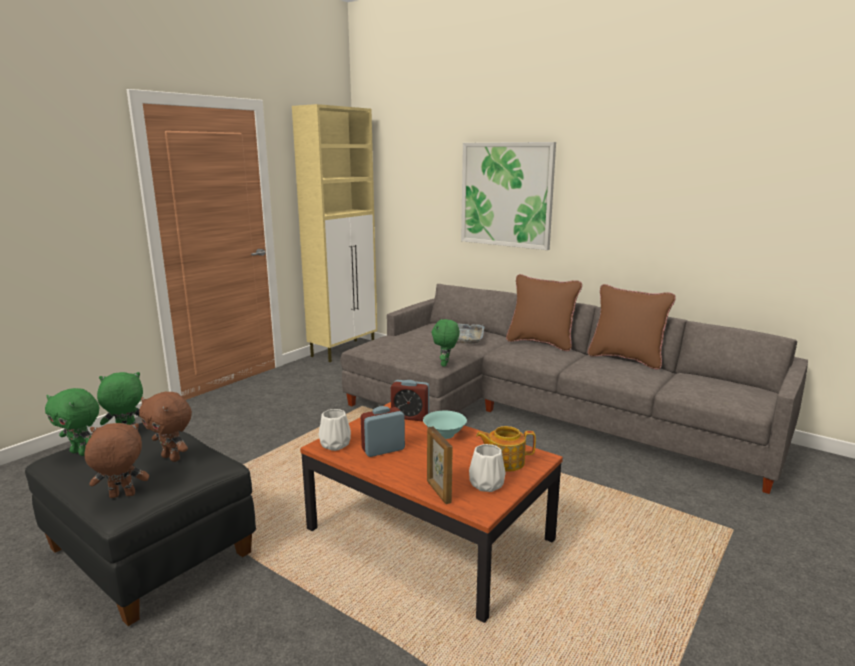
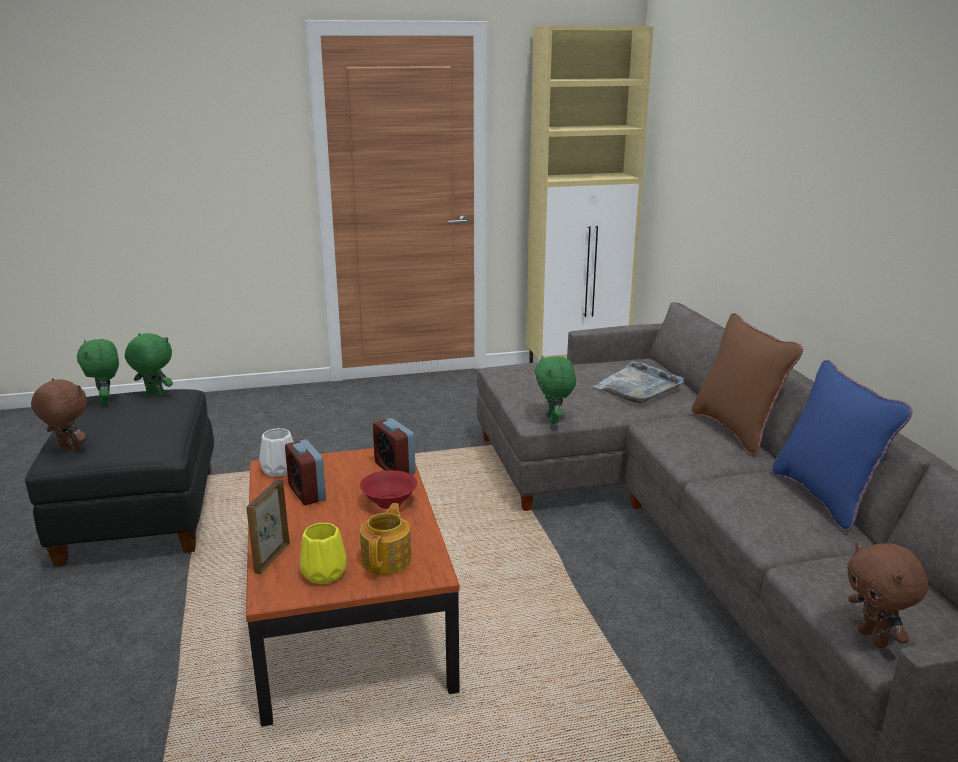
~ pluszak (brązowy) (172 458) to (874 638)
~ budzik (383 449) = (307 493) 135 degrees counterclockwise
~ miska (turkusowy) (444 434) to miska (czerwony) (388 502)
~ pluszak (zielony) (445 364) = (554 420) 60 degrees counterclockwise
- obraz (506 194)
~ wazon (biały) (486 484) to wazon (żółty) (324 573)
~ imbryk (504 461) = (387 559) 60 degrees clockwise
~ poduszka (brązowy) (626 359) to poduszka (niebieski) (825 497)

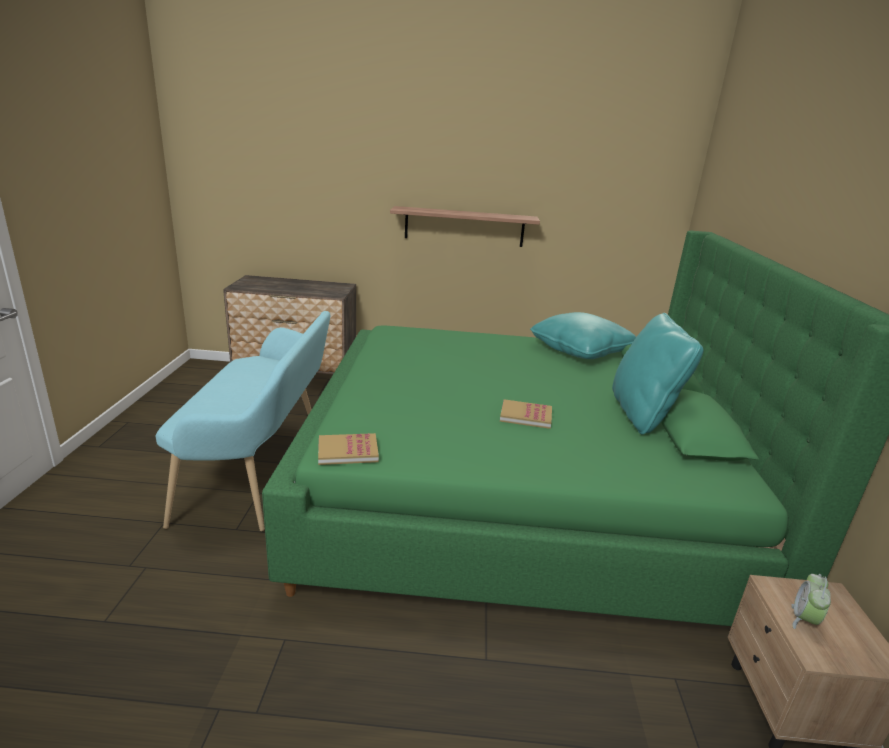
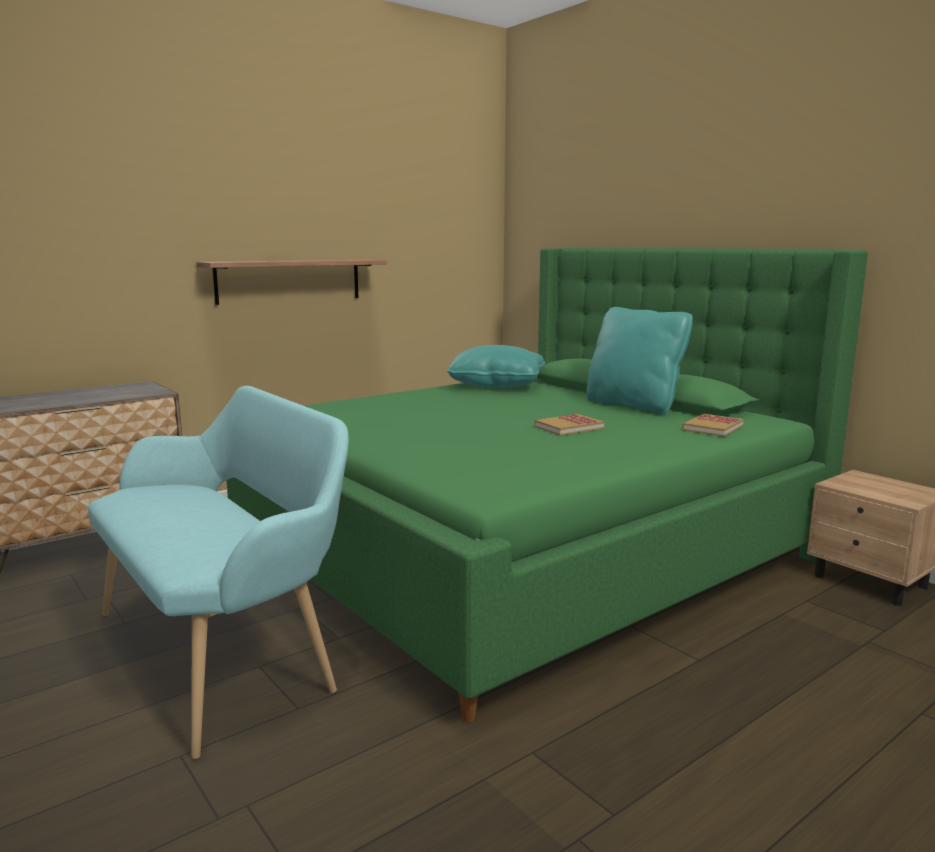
~ książka (348 451) to (712 428)
- budzik (804 619)

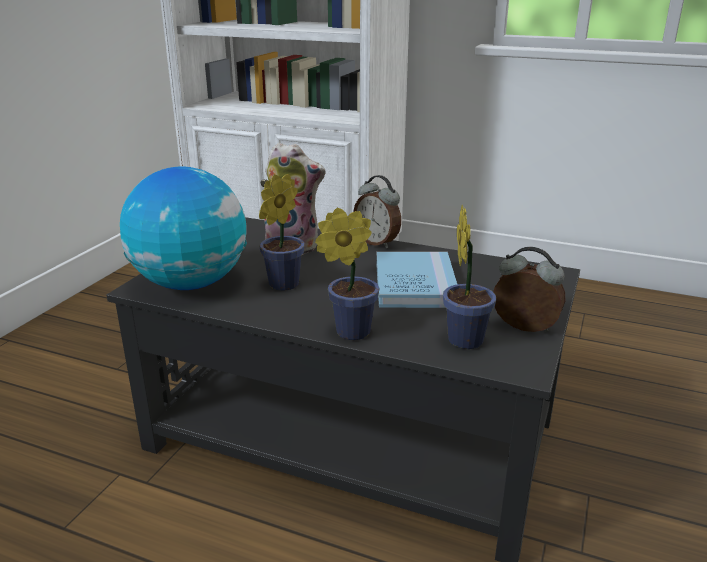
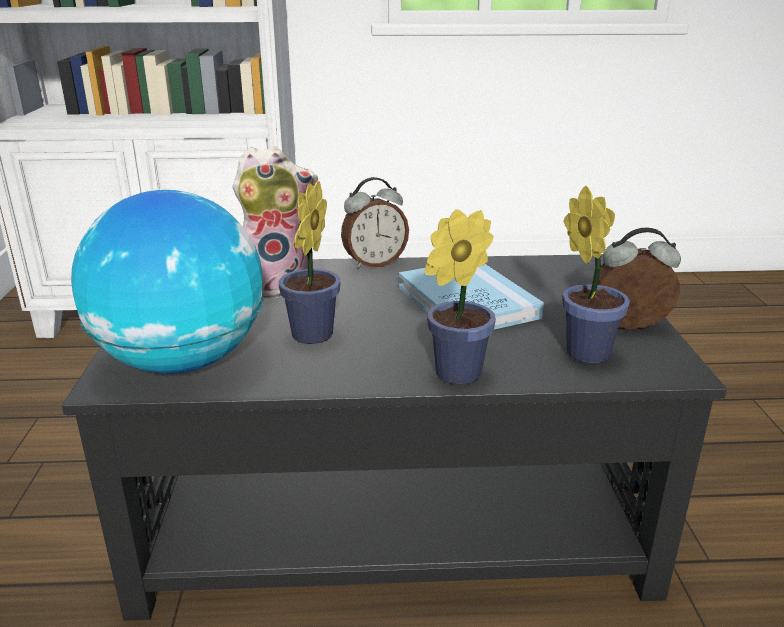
~ budzik (377 242) = (374 263) 45 degrees counterclockwise

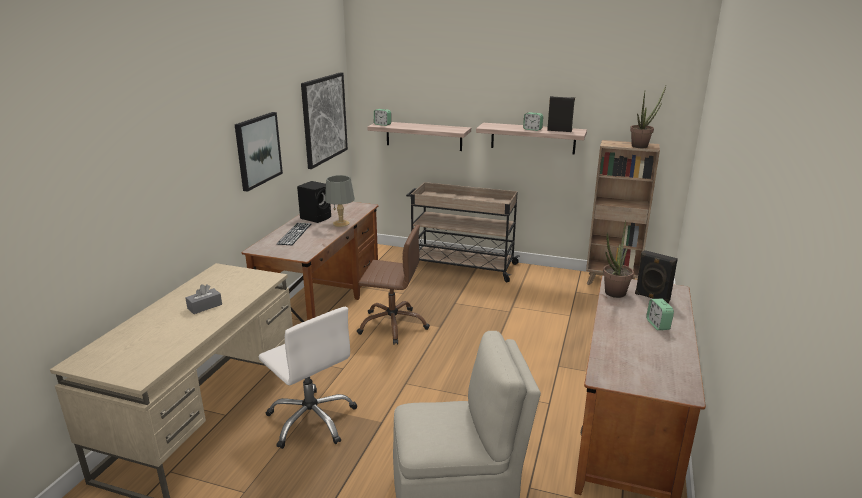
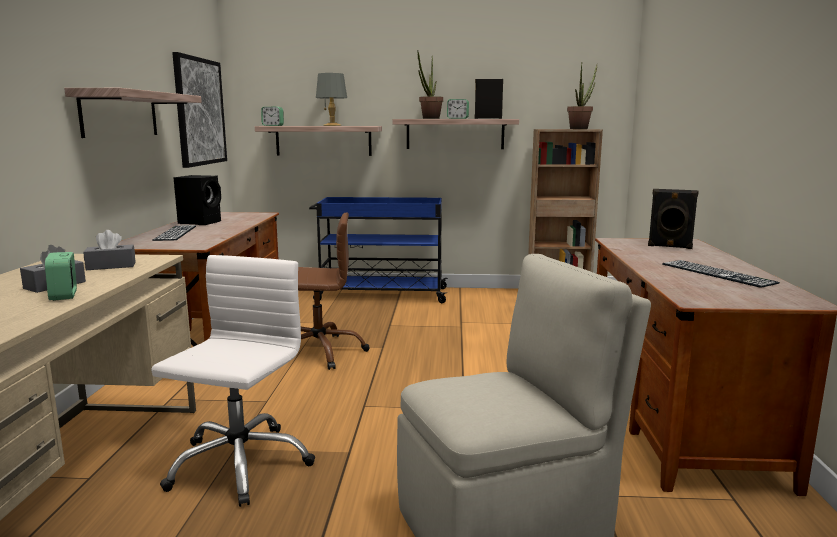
~ obraz (258 150) to półka (120 114)
~ krzesło biurowe (biały) (312 419) = (239 464) 105 degrees counterclockwise
~ lampa stołowa (szary) (341 223) to (332 125)
~ wózek (beżowy) (461 266) to wózek (niebieski) (380 294)
~ roślina doniczkowa (613 294) to (429 118)
~ budzik (658 325) to (64 295)
+ pudełko chusteczek (szary) (111 266)
+ klawiatura (717 273)

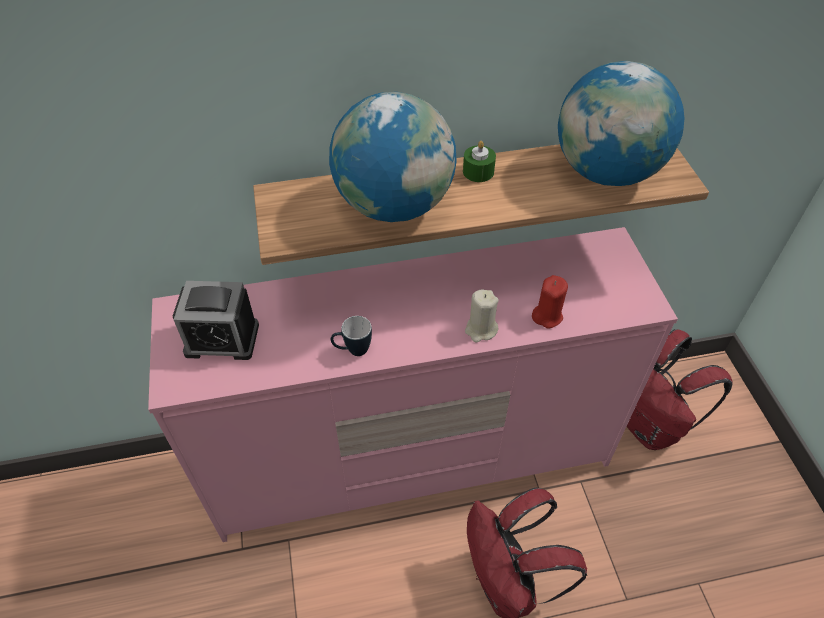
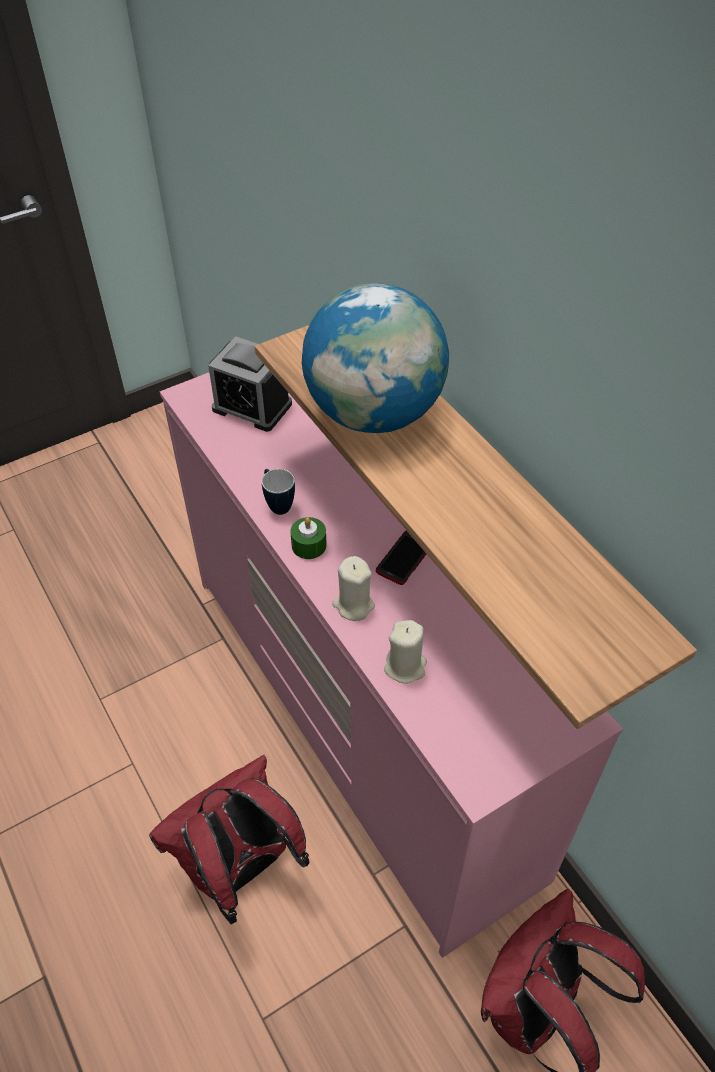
~ budzik (222 339) = (252 406) 45 degrees counterclockwise
~ świeca (zielony) (478 172) to (309 545)
~ świeca (czerwony) (547 316) to świeca (beżowy) (405 666)
- globus (606 172)
+ telefon (404 558)

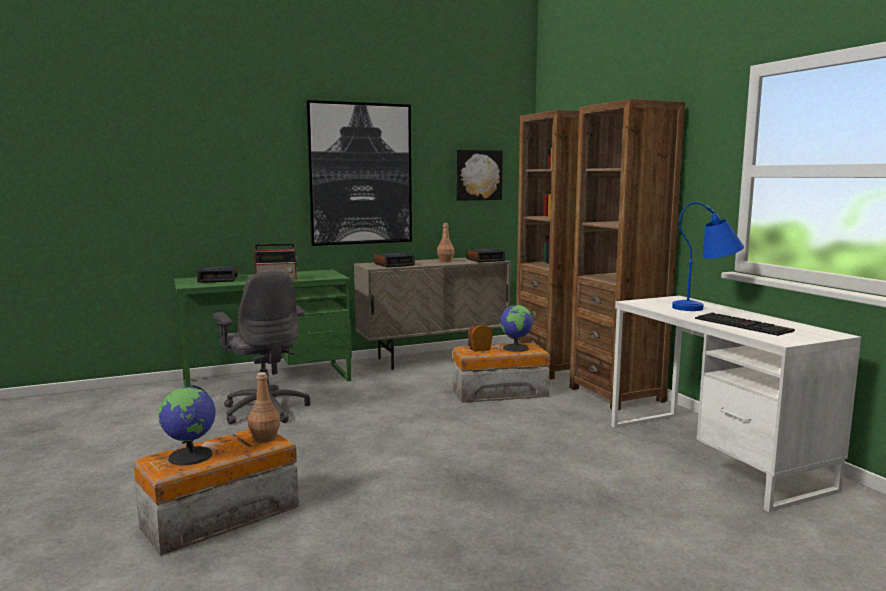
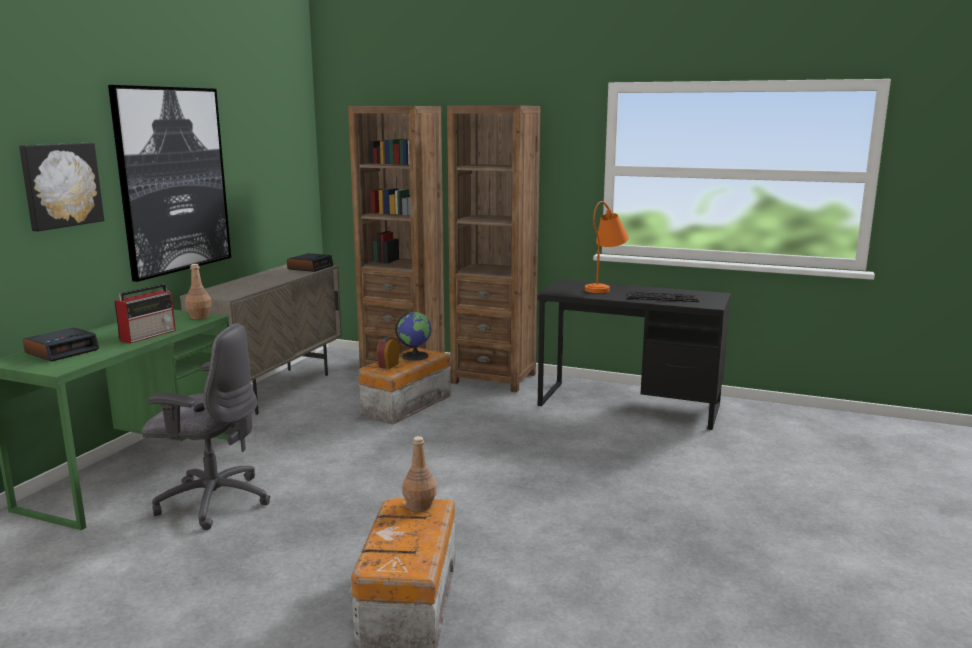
- globus (191 456)
- budzik (394 264)
~ butelka (brązowy) (445 261) to (199 317)
~ obraz (478 175) to (60 185)
~ biurko (biały) (712 455) to biurko (czarny) (629 405)
~ lampa stołowa (niebieski) (706 307) to lampa stołowa (pomarańczowy) (605 287)

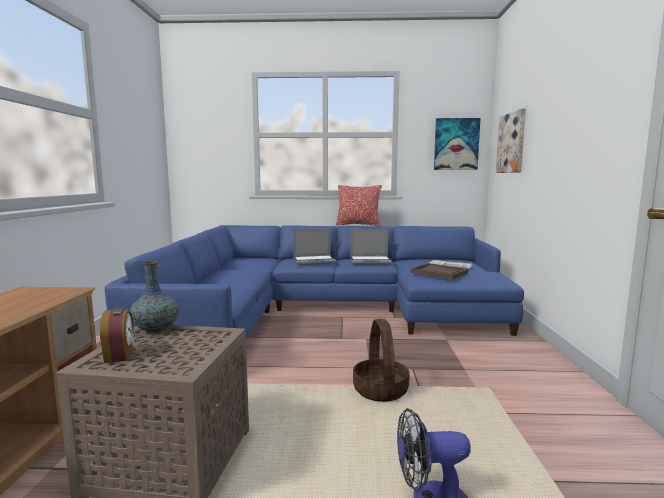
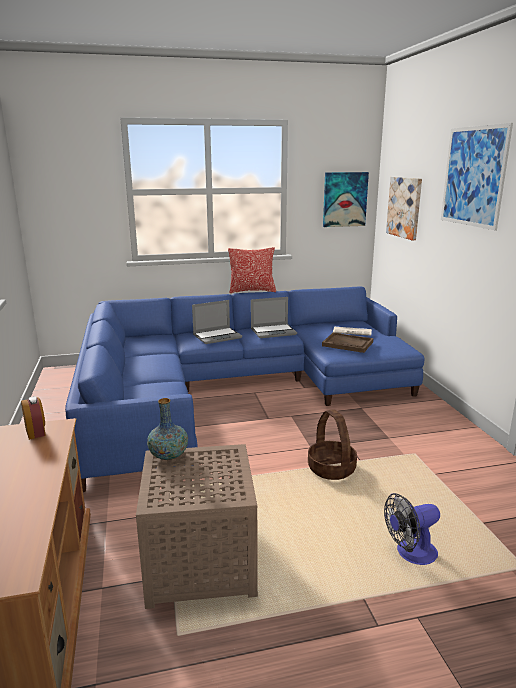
~ budzik (120 355) to (36 432)
+ obraz (473 176)

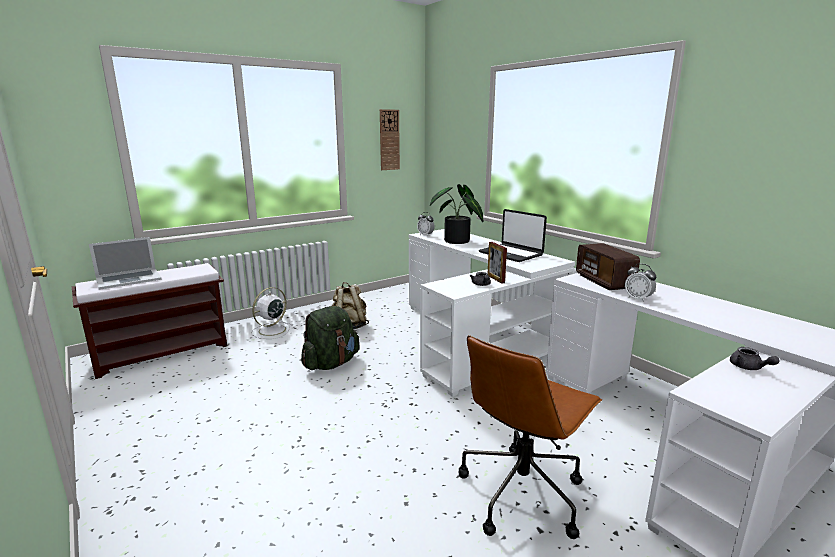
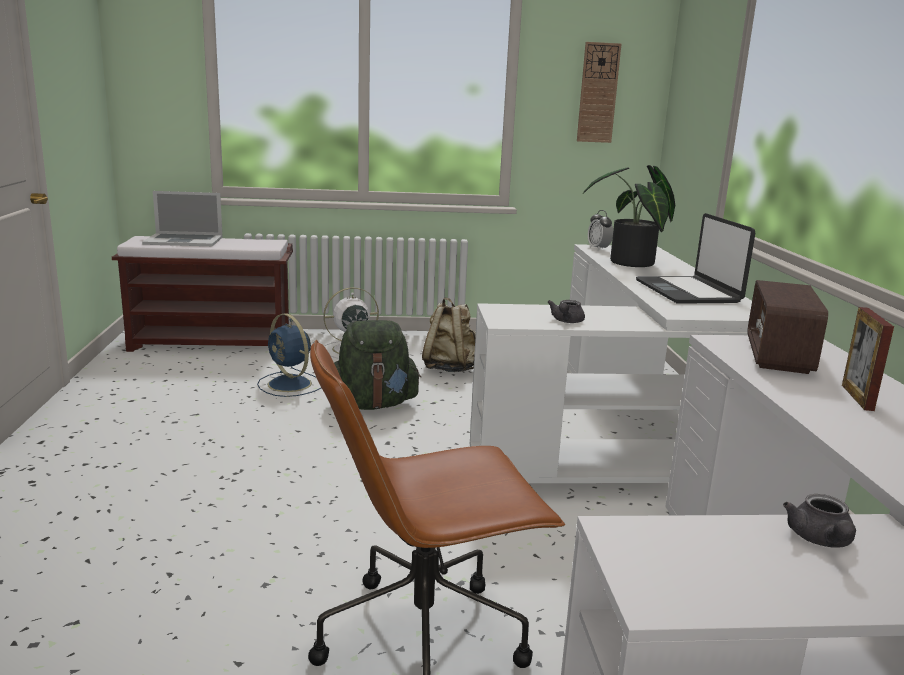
~ ramka na zdjęcie (495 279) to (857 397)
- budzik (638 299)
+ wentylator (niebieski) (291 385)

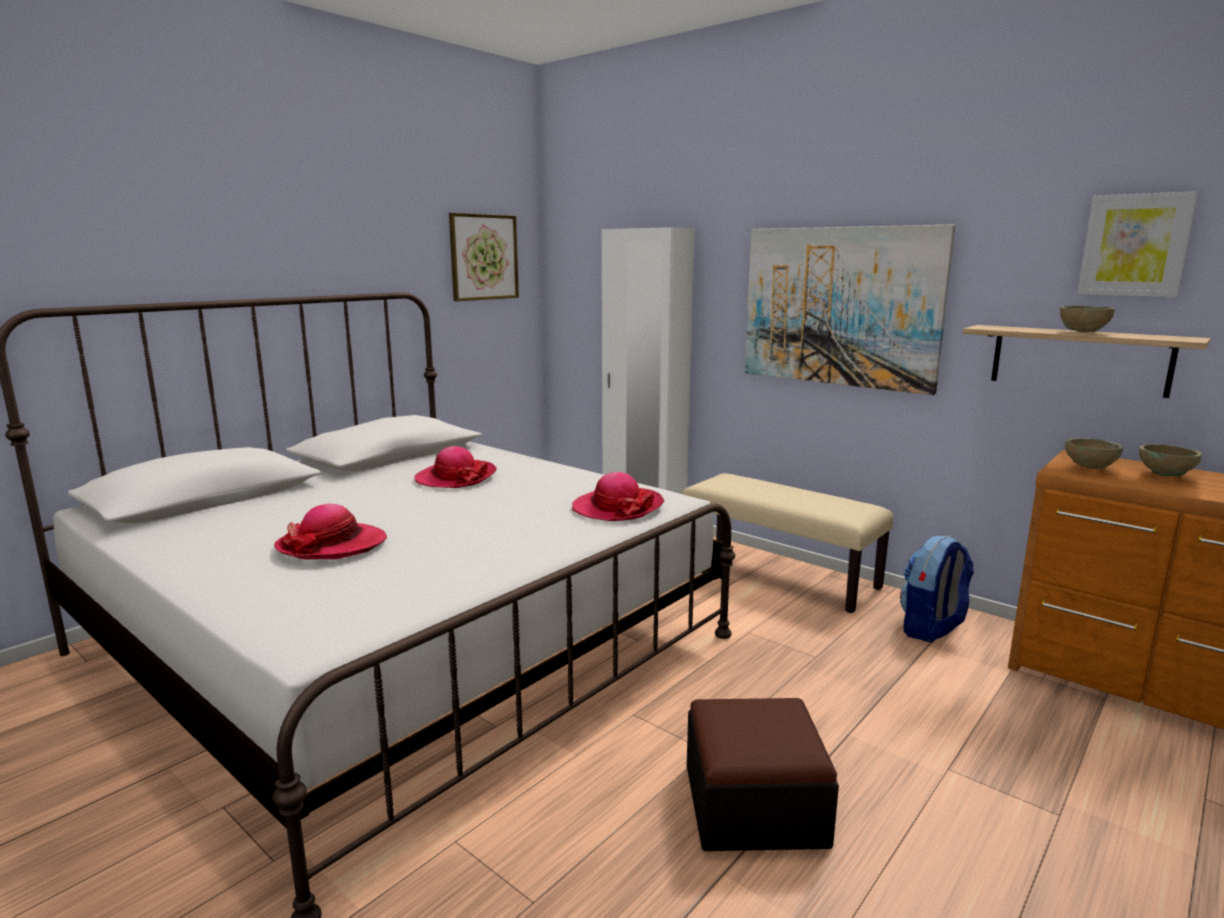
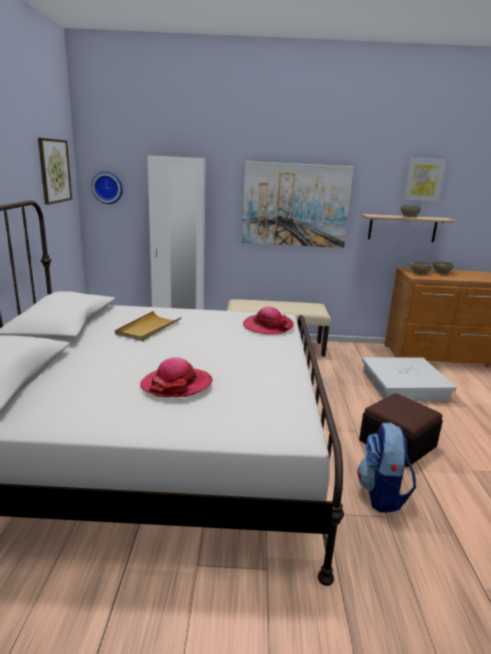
~ kapelusz (455 478) to taca (beżowy) (148 328)
~ plecak (931 629) to (382 495)
+ zegar ścienny (108 187)
+ pojemnik do przechowywania (biały) (404 385)

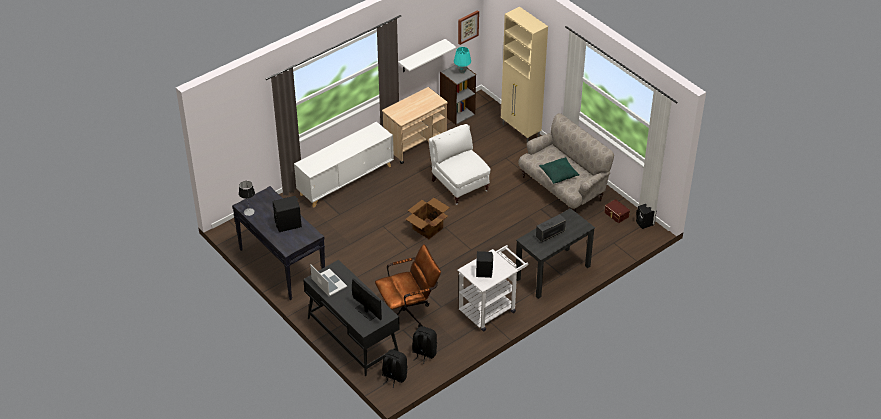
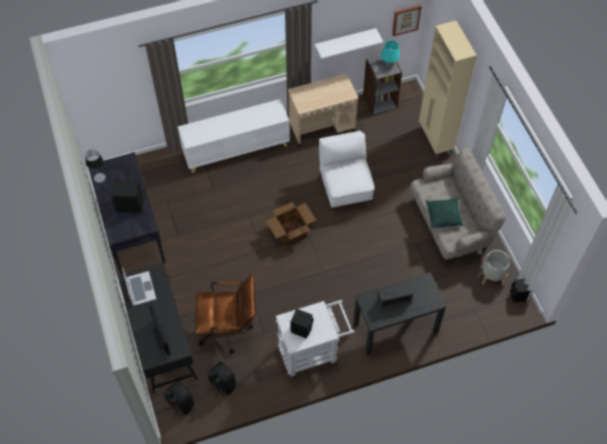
~ pojemnik do przechowywania (brązowy) (616 215) to donica (szary) (492 275)

